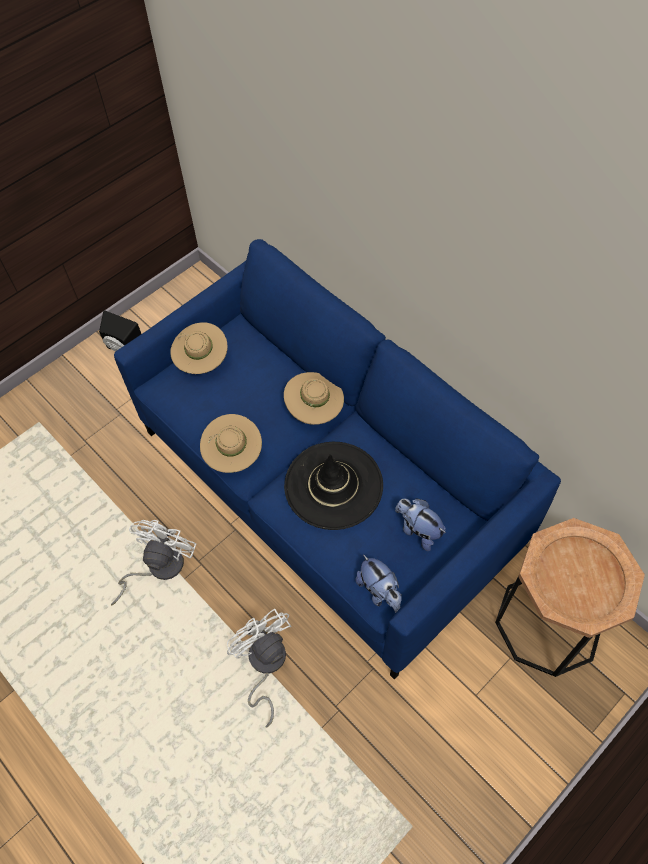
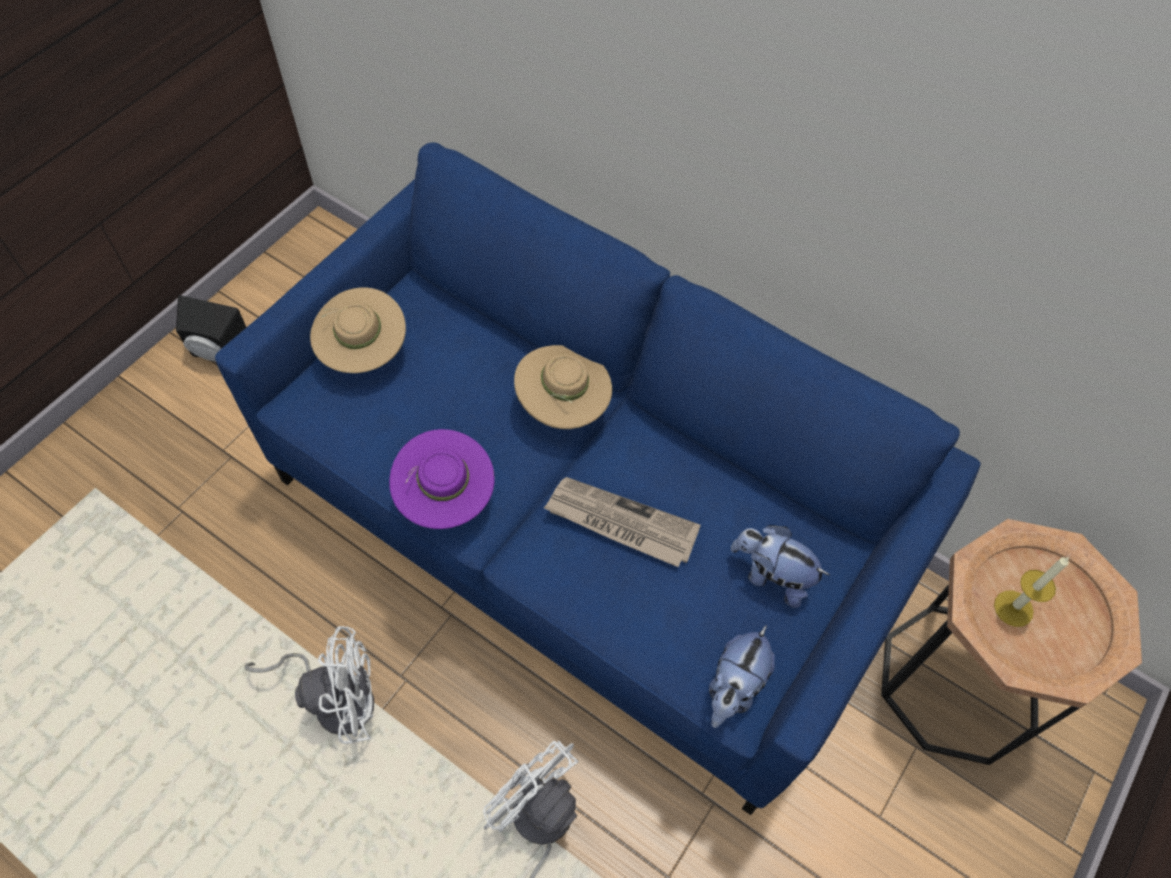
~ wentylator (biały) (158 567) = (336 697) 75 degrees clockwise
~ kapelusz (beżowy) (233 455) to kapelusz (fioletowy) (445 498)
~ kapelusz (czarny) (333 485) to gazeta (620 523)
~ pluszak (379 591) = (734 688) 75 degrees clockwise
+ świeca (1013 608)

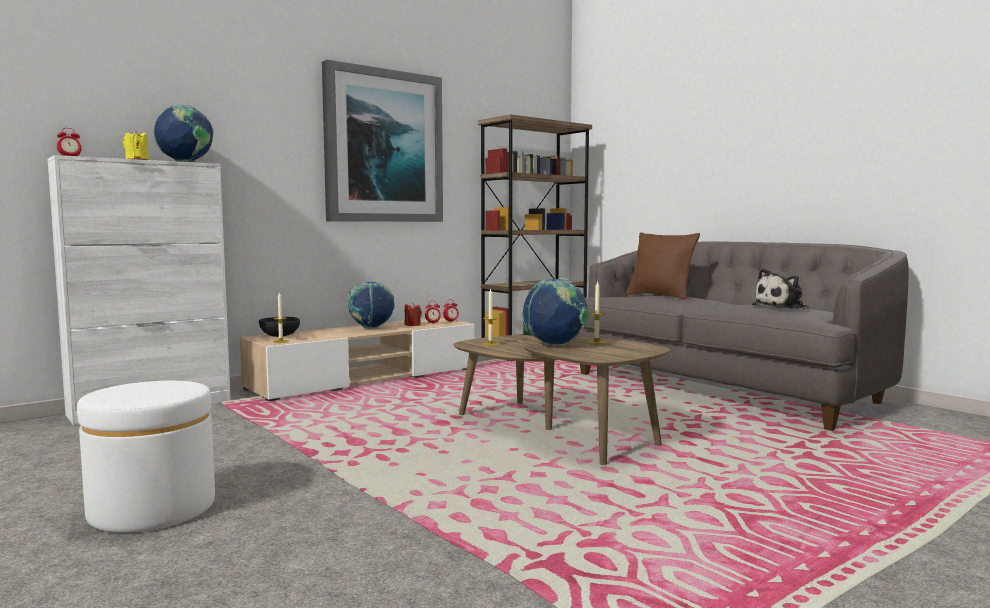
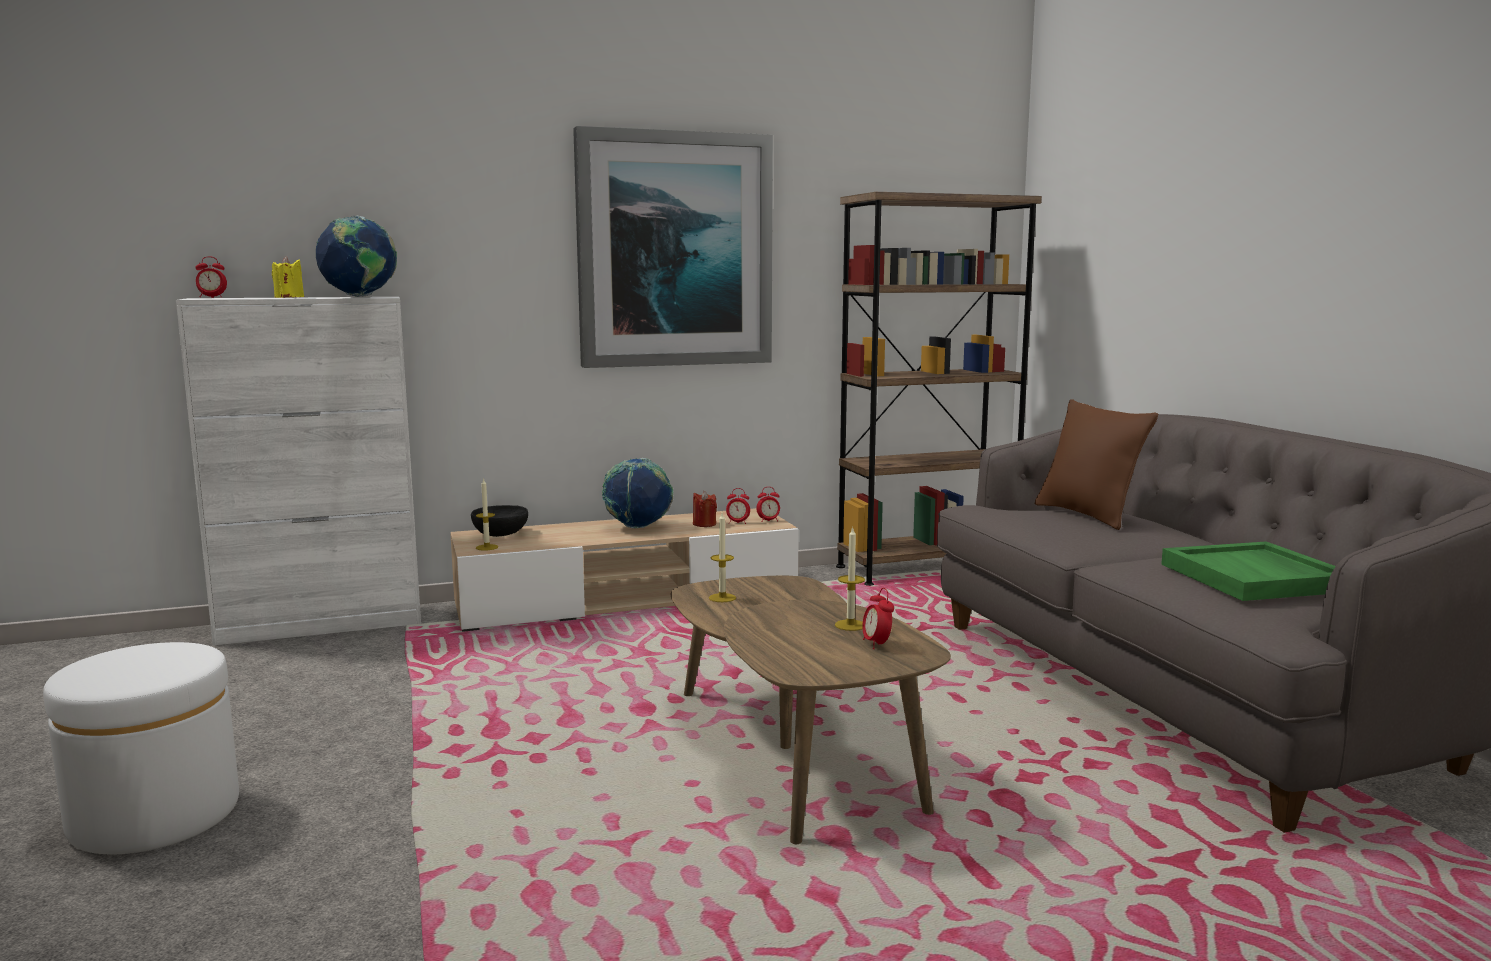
- globus (555 345)
~ pluszak (783 307) to taca (zielony) (1256 577)
+ budzik (877 644)

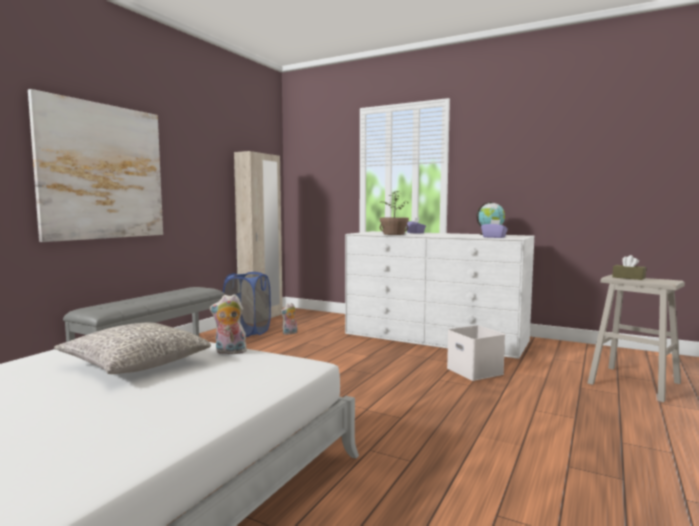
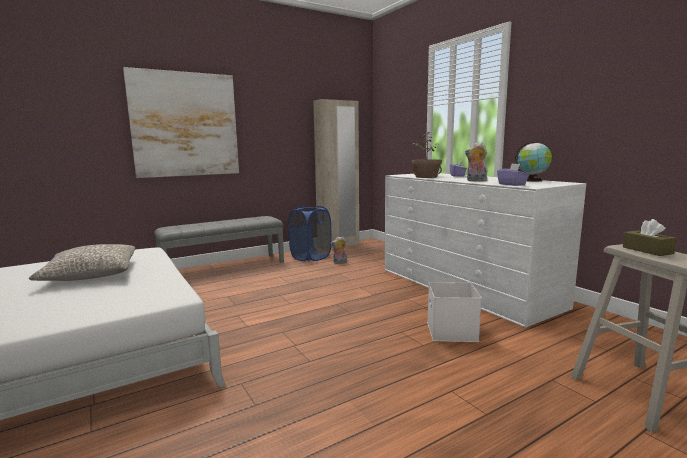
~ pluszak (229 352) to (475 181)

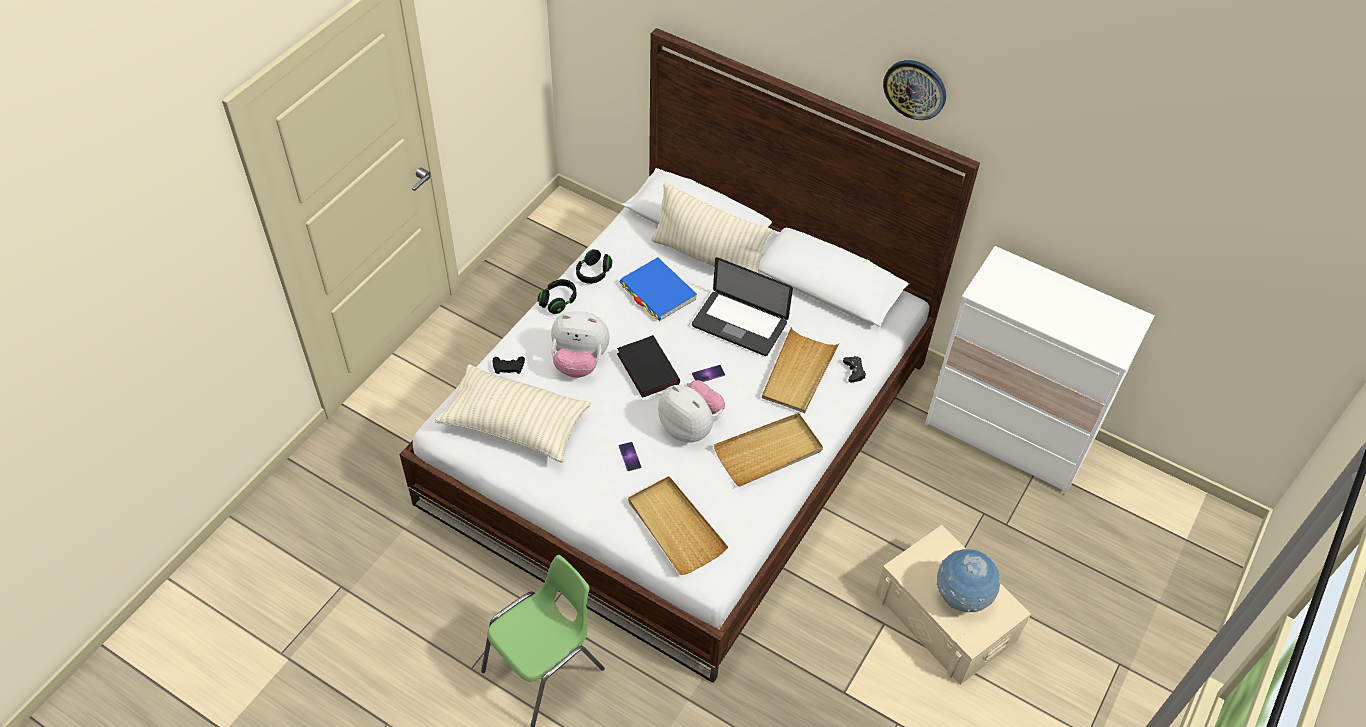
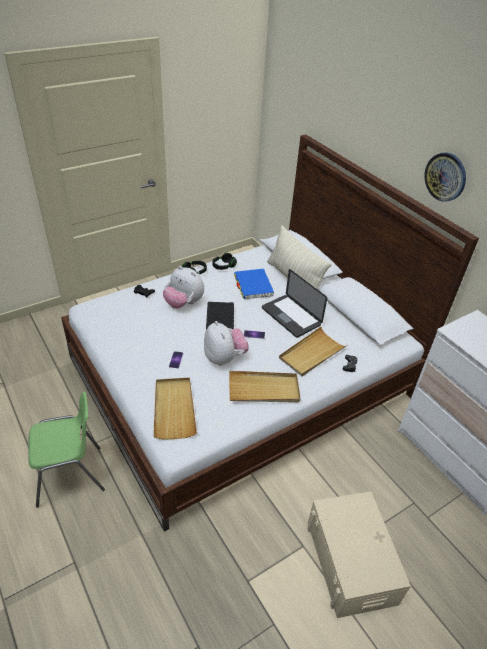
- poduszka (beżowy) (515 424)
- globus (961 597)

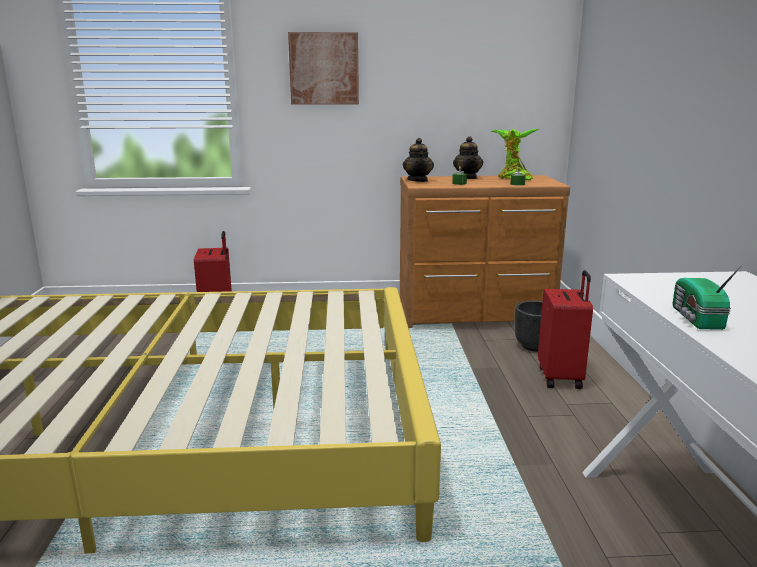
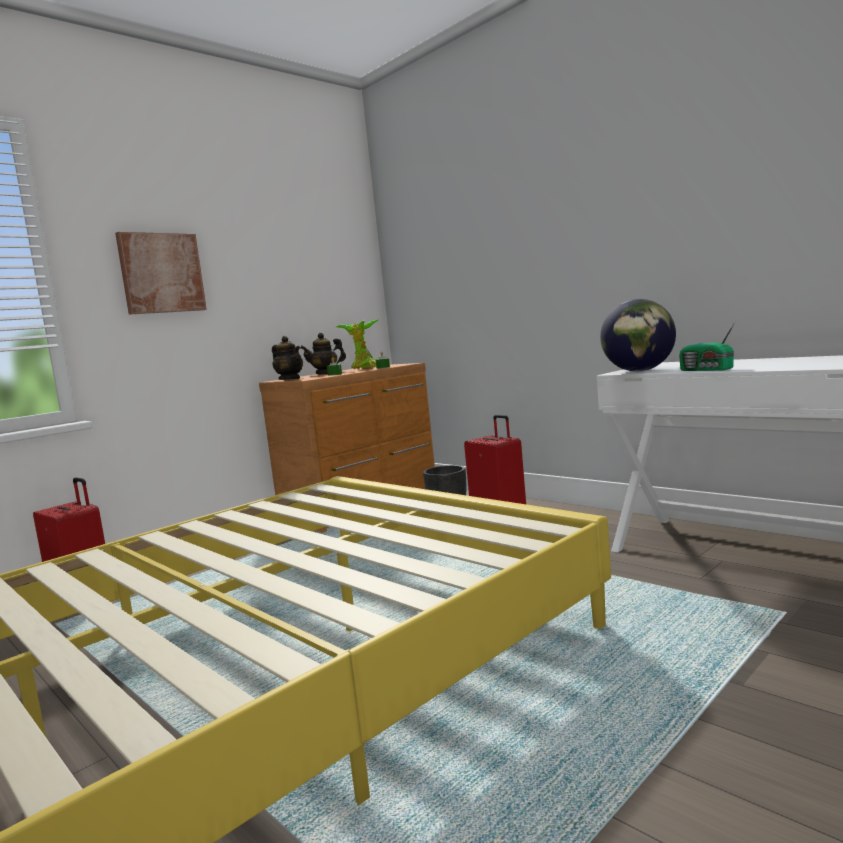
~ imbryk (467 178) = (325 373) 120 degrees clockwise
+ globus (639 371)

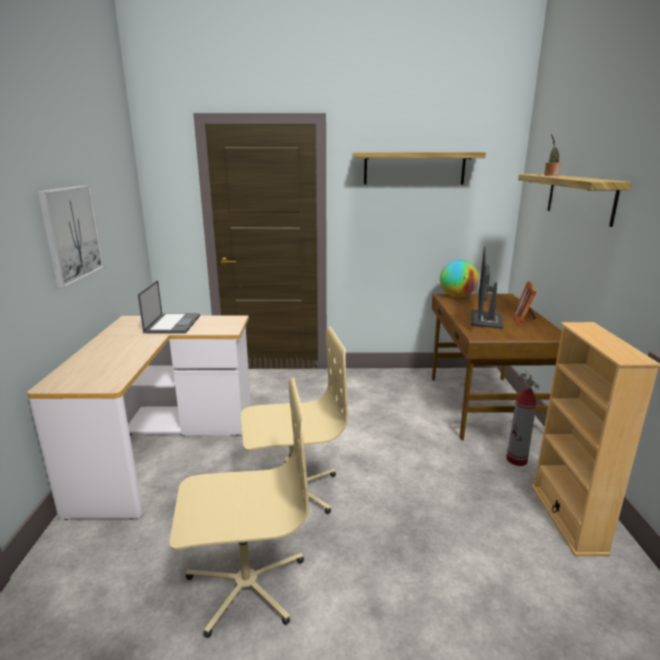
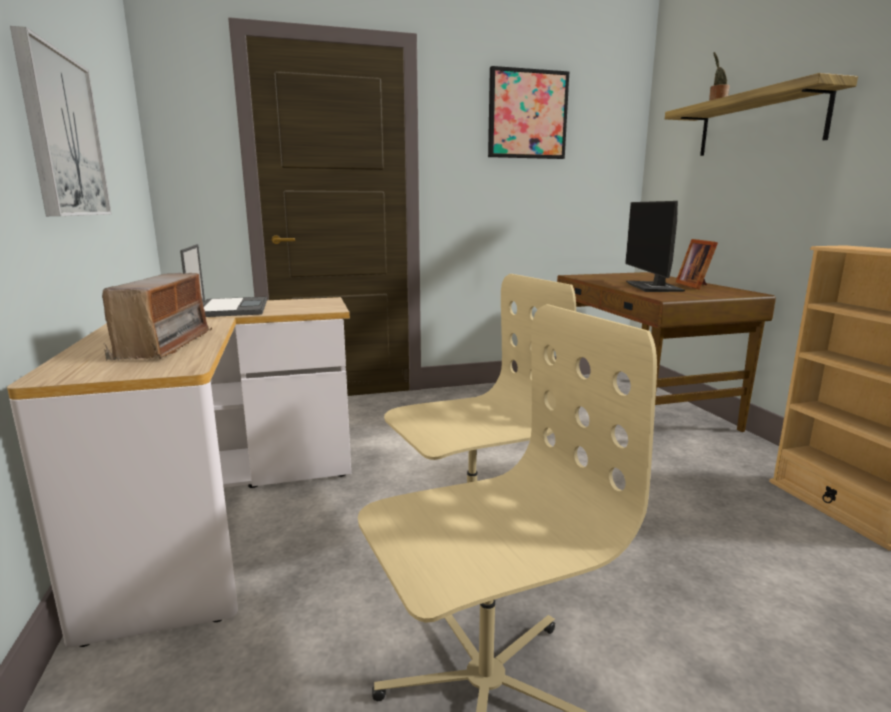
~ półka (414 168) to obraz (527 115)
- globus (457 296)
- gaśnica (516 460)
+ radio (165 345)

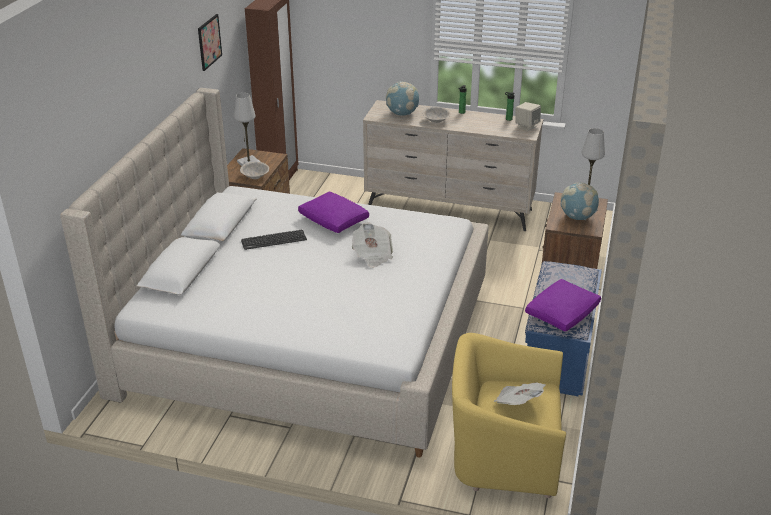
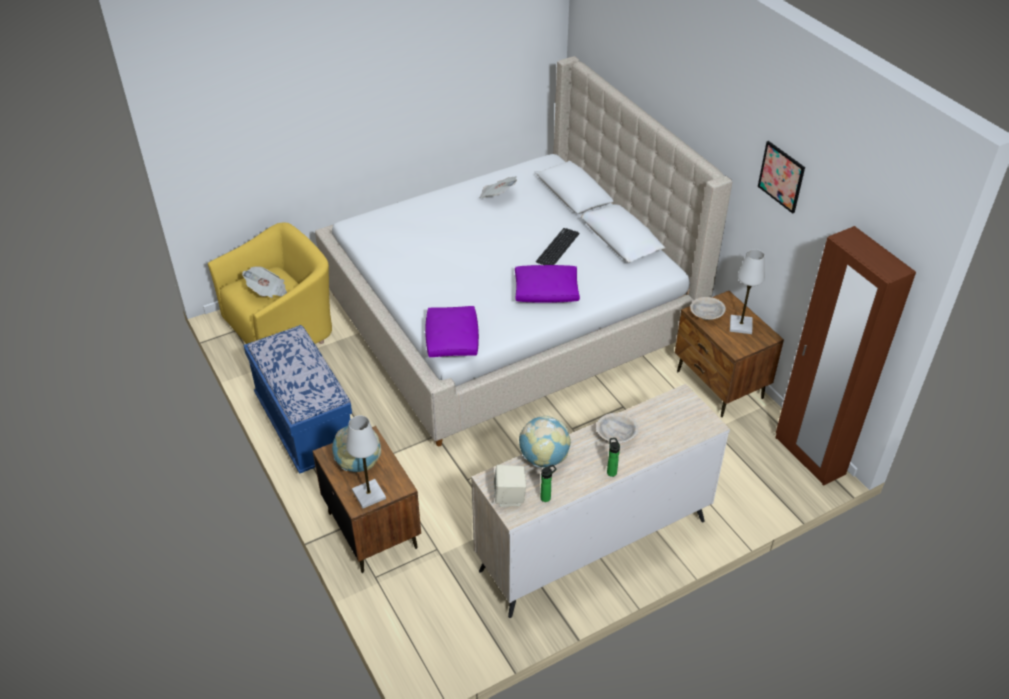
~ gazeta (372 255) to (497 196)
~ globus (402 114) to (543 458)
~ poduszka (fioletowy) (562 313) to (452 340)

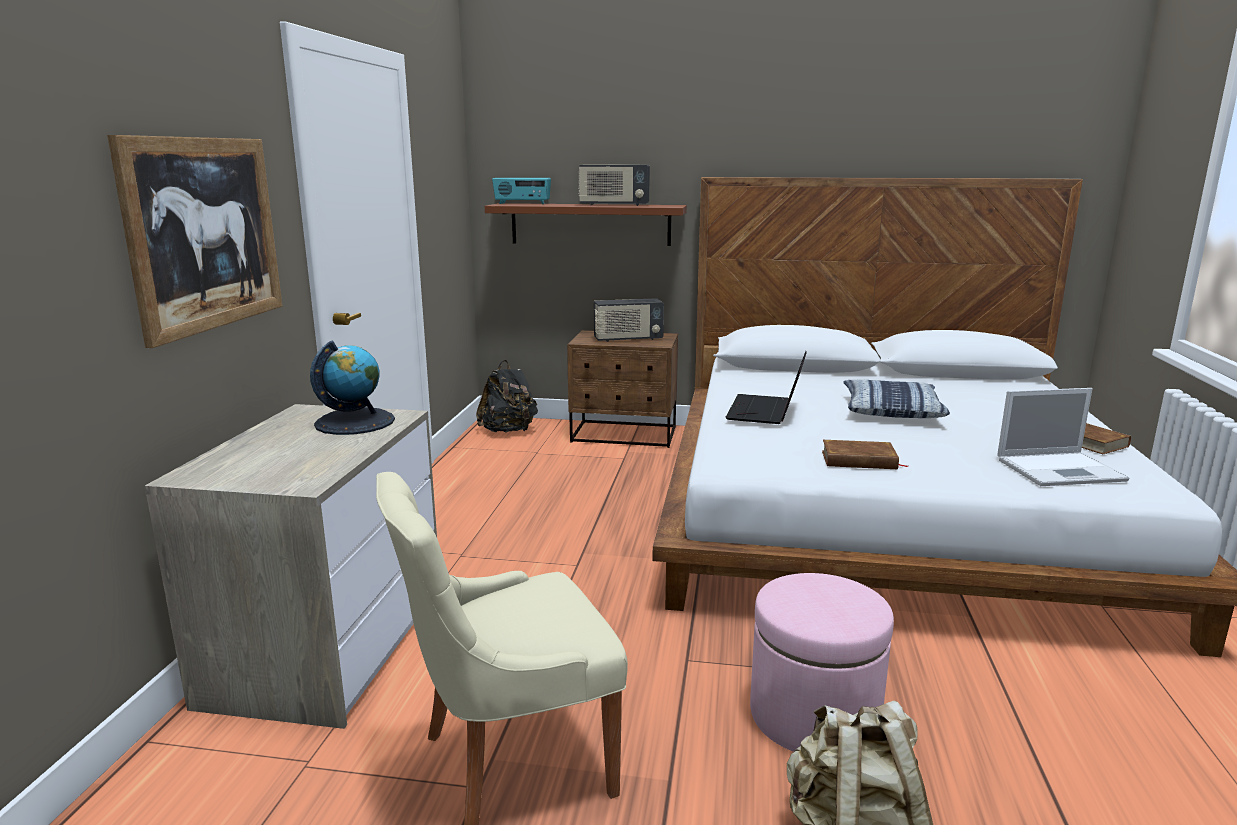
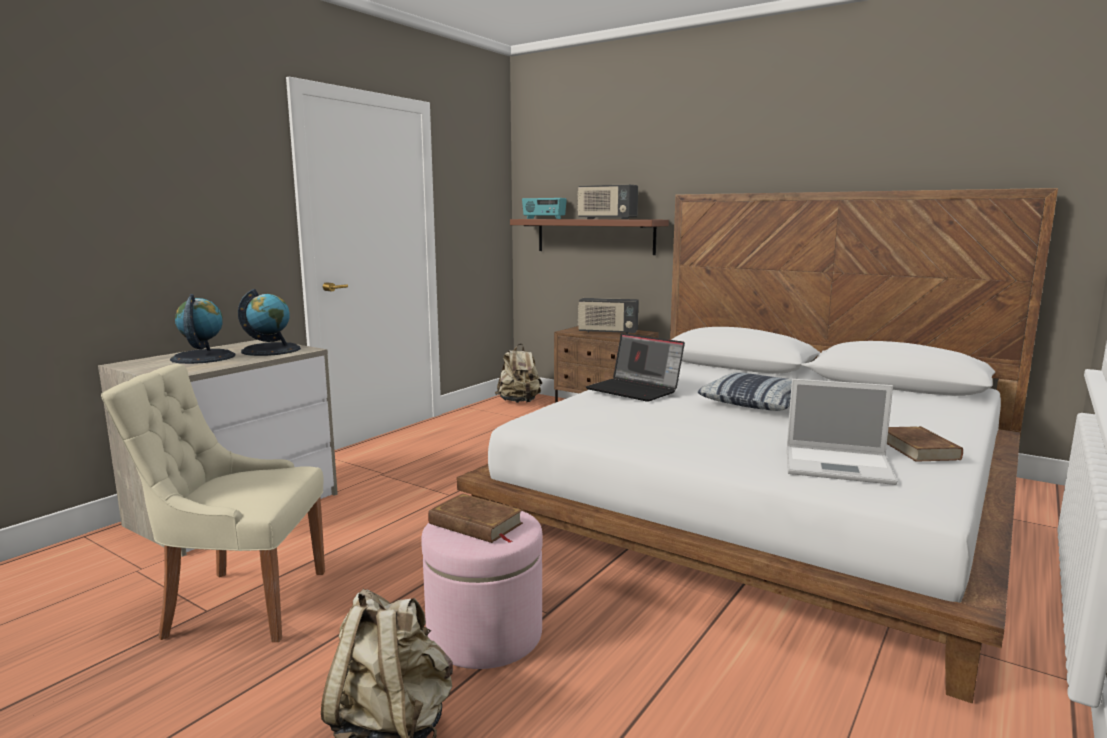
- obraz (205 234)
~ plecak (czarny) (508 431) to plecak (beżowy) (519 402)
~ laptop (766 411) = (635 390) 90 degrees counterclockwise
~ książka (brązowy) (859 460) to (475 524)
+ globus (203 357)

